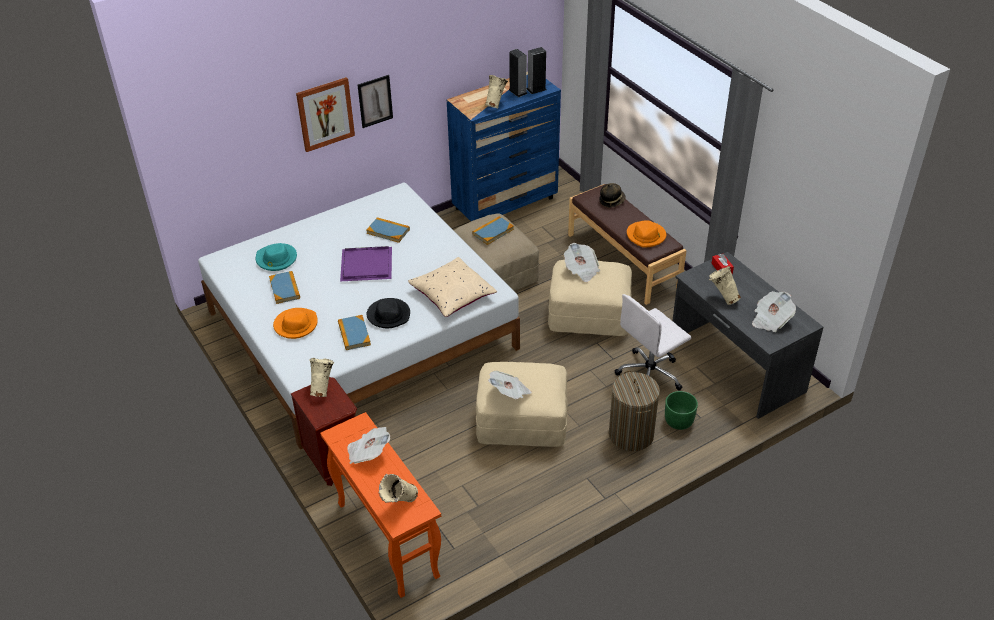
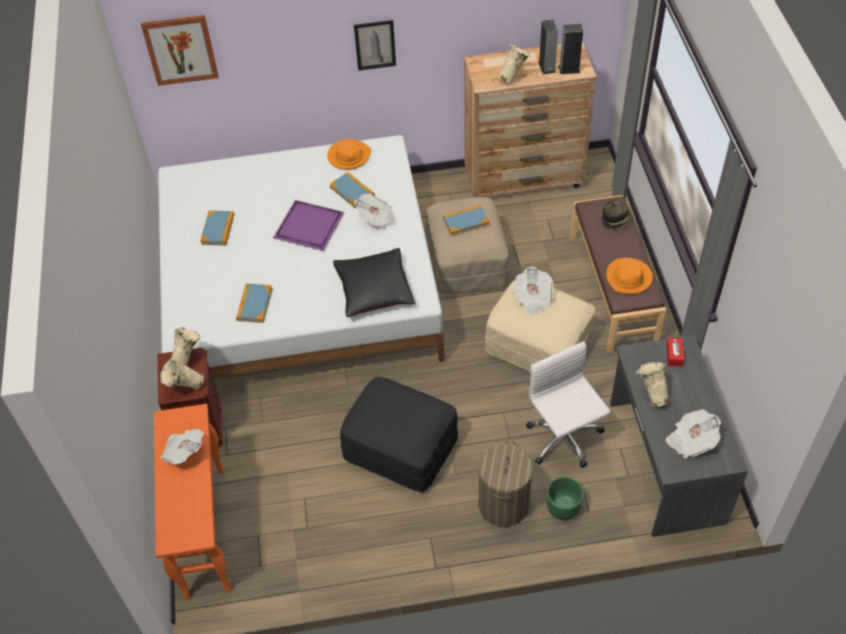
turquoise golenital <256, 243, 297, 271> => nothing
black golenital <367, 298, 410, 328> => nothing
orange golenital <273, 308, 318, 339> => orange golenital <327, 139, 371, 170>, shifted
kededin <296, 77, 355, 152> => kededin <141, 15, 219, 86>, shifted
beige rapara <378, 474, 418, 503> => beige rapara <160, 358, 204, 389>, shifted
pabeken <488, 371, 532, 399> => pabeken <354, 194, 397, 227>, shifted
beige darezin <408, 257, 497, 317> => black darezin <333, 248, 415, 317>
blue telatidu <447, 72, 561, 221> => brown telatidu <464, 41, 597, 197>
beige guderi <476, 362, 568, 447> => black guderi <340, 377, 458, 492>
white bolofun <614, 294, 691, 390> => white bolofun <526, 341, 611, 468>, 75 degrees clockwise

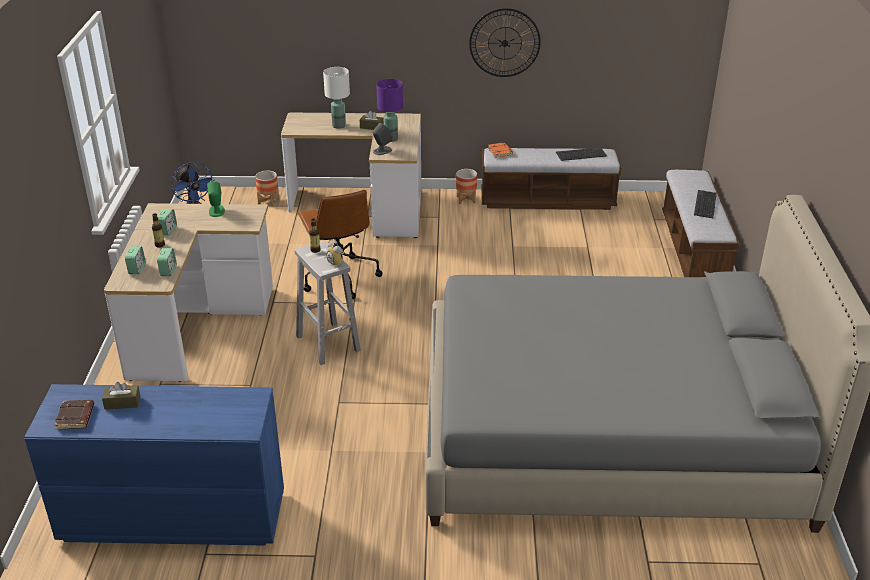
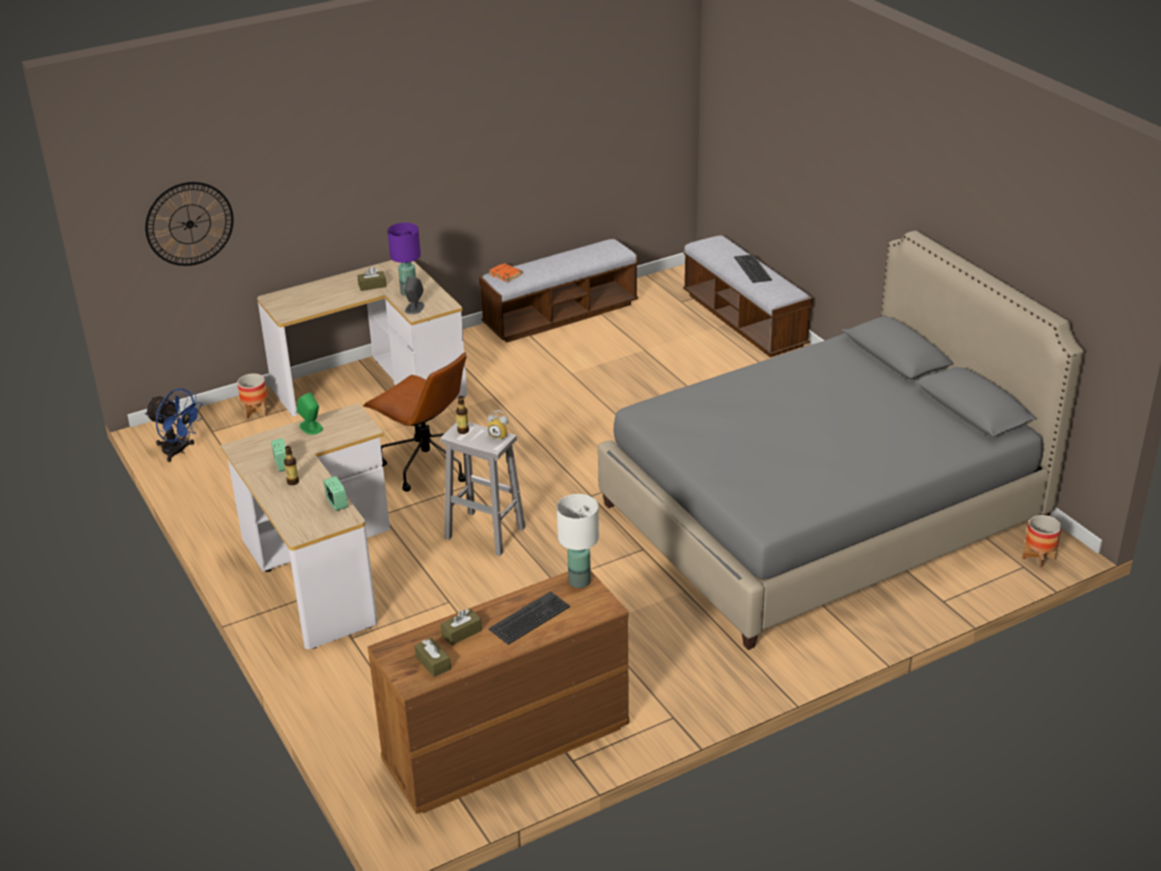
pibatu <125, 246, 146, 274> => nothing
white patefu <323, 67, 350, 129> => white patefu <557, 494, 599, 588>, shifted
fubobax <456, 169, 477, 204> => fubobax <1022, 515, 1061, 569>, shifted
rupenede <469, 8, 541, 77> => rupenede <145, 182, 234, 266>, shifted
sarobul <556, 147, 607, 161> => sarobul <489, 591, 570, 645>, shifted
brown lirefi <55, 400, 94, 430> => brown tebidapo <414, 638, 451, 677>
blue telatidu <24, 384, 284, 546> => brown telatidu <367, 571, 629, 814>

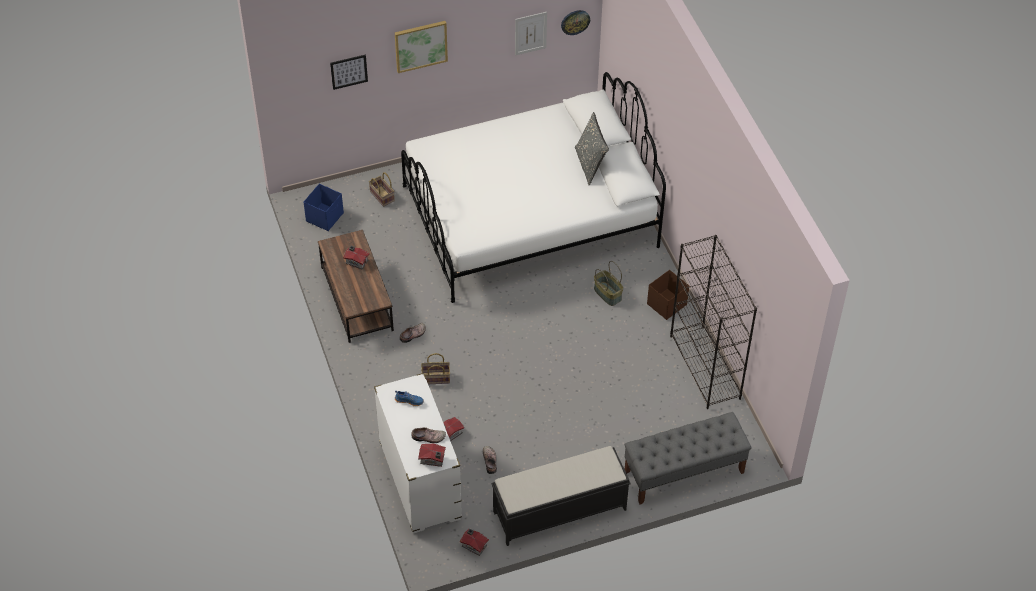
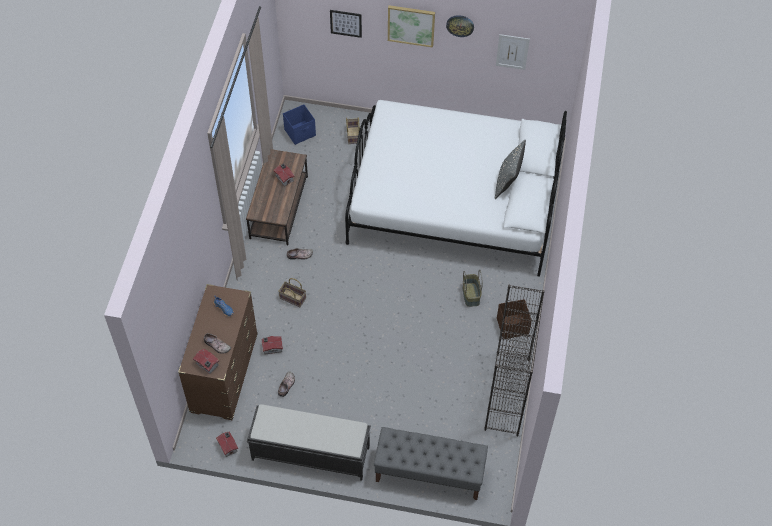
rupenede <561, 10, 590, 35> => rupenede <446, 15, 474, 37>, shifted
white telatidu <374, 373, 462, 533> => brown telatidu <178, 284, 258, 420>

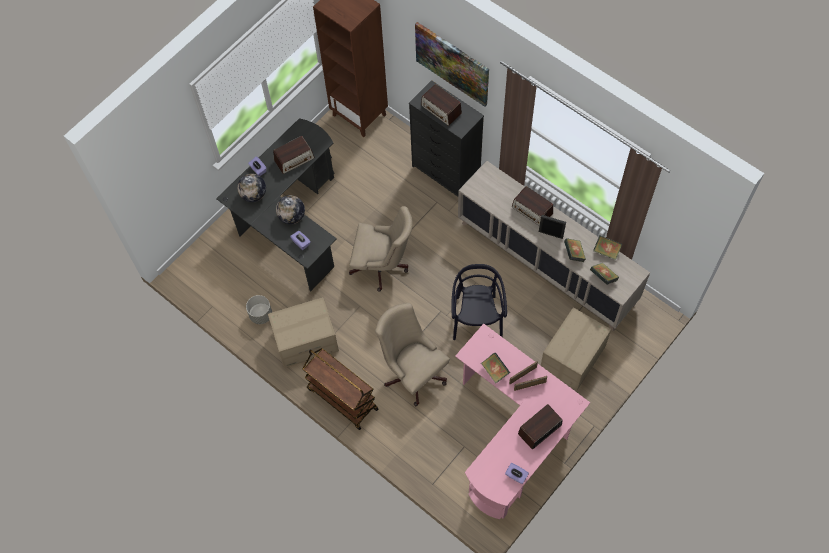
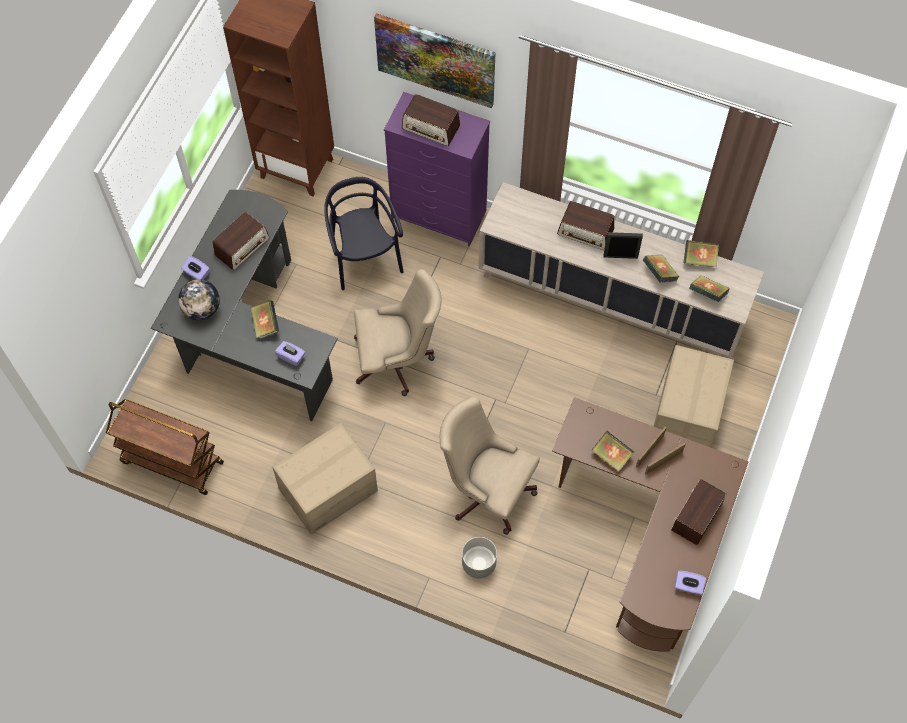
grey fubobax <246, 295, 272, 324> => grey fubobax <462, 537, 497, 579>, shifted
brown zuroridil <302, 348, 378, 430> => brown zuroridil <106, 399, 224, 495>, shifted
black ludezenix <451, 264, 507, 340> => black ludezenix <324, 177, 404, 290>, shifted
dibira <276, 195, 305, 224> => lirefi <251, 300, 279, 339>
black telatidu <409, 80, 484, 197> => purple telatidu <384, 92, 490, 247>
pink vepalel <455, 324, 590, 519> => brown vepalel <552, 397, 749, 652>

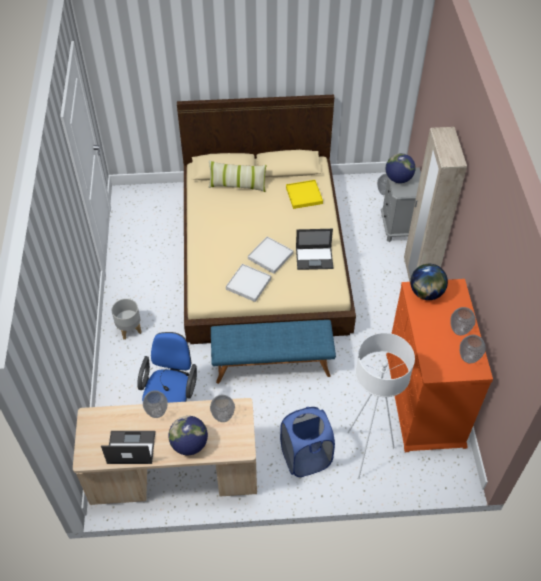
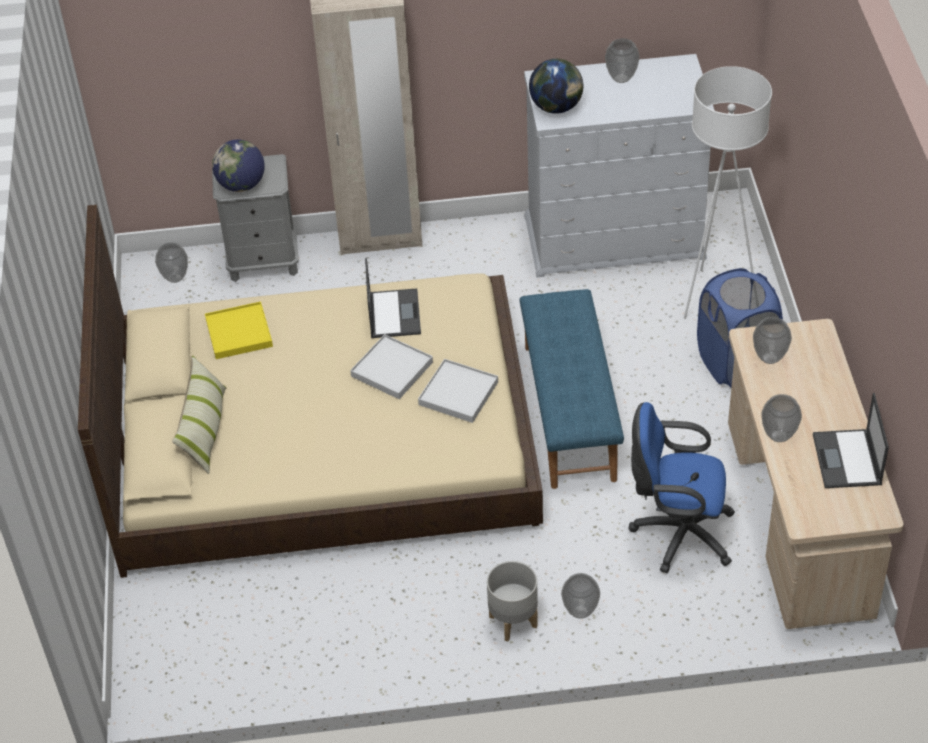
dibira <168, 416, 208, 455> => nothing
rapara <460, 335, 485, 363> => rapara <561, 573, 600, 619>, shifted
orange telatidu <386, 279, 493, 452> => white telatidu <524, 54, 714, 277>

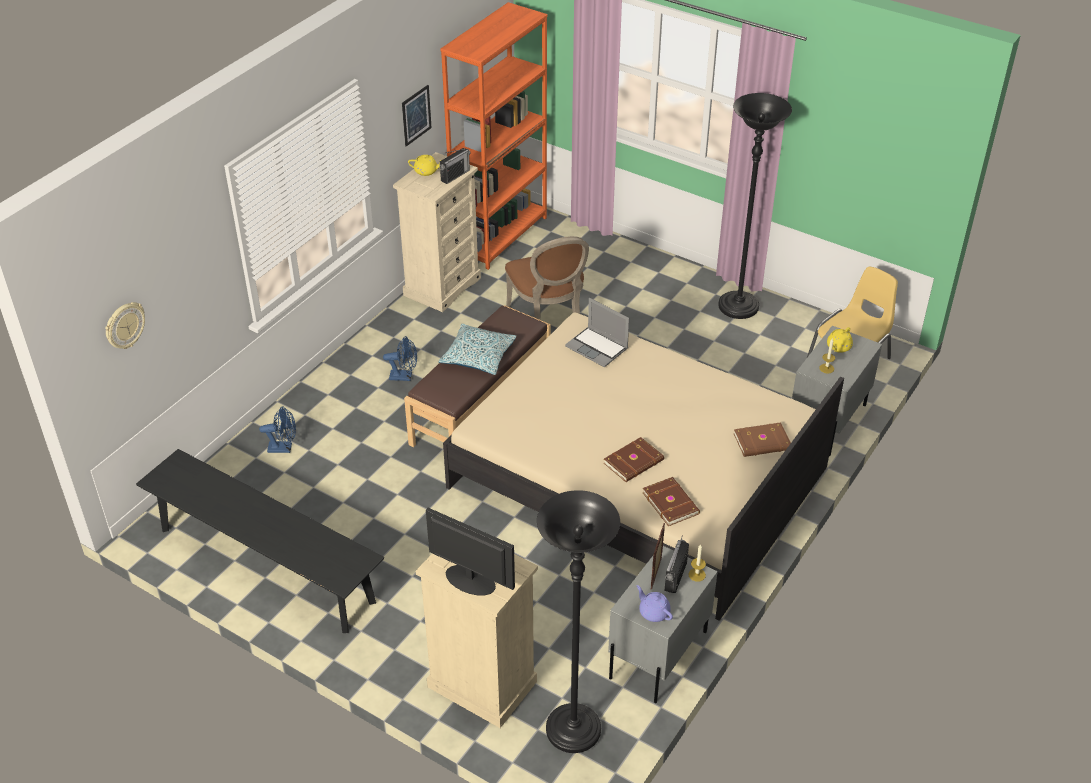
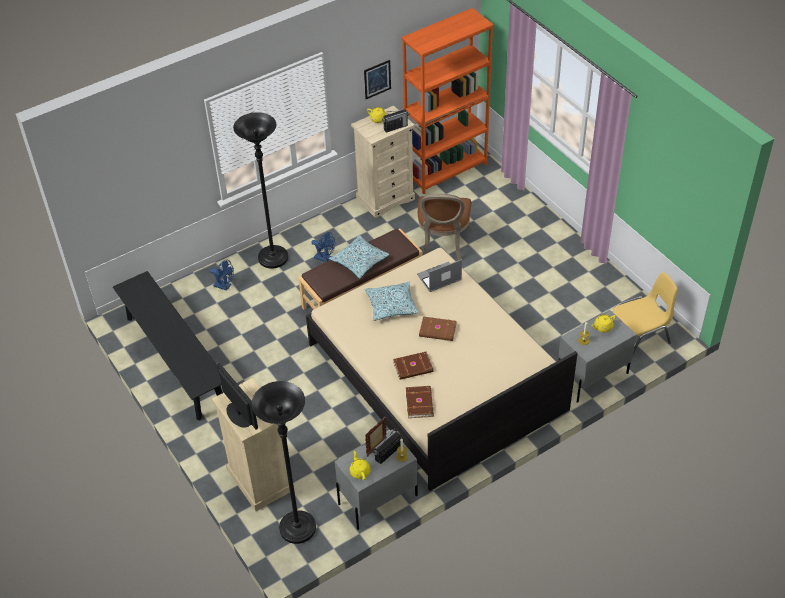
rupenede <105, 302, 145, 349> => nothing
nothing => darezin <365, 282, 419, 321>
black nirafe <718, 93, 792, 319> => black nirafe <233, 112, 288, 268>, shifted
brown lirefi <734, 422, 791, 457> => brown lirefi <419, 316, 457, 341>, shifted
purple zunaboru <637, 585, 673, 622> => yellow zunaboru <350, 451, 371, 480>
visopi <565, 298, 629, 367> => visopi <417, 259, 462, 292>, 90 degrees clockwise

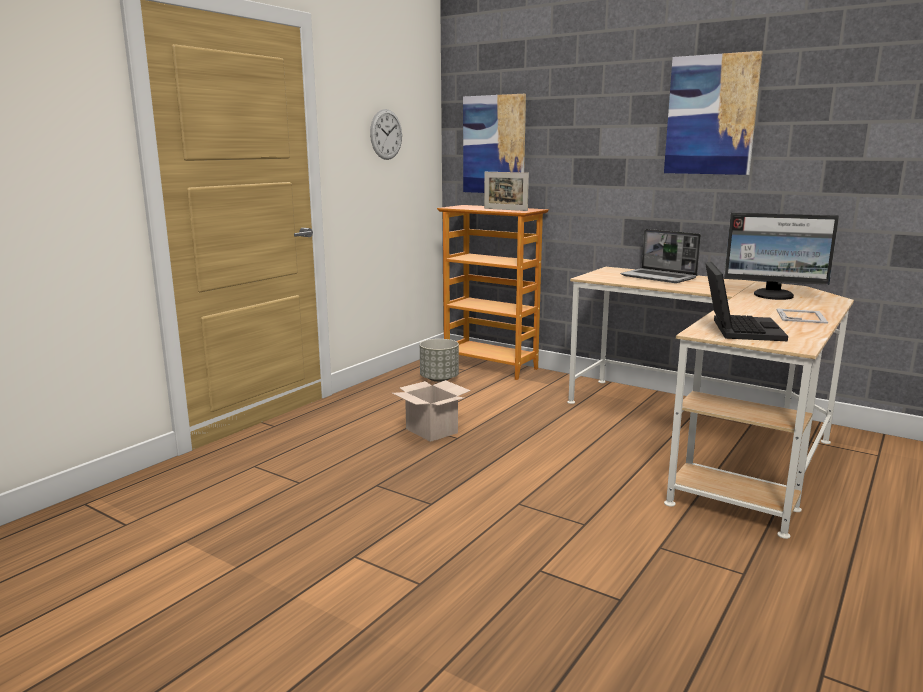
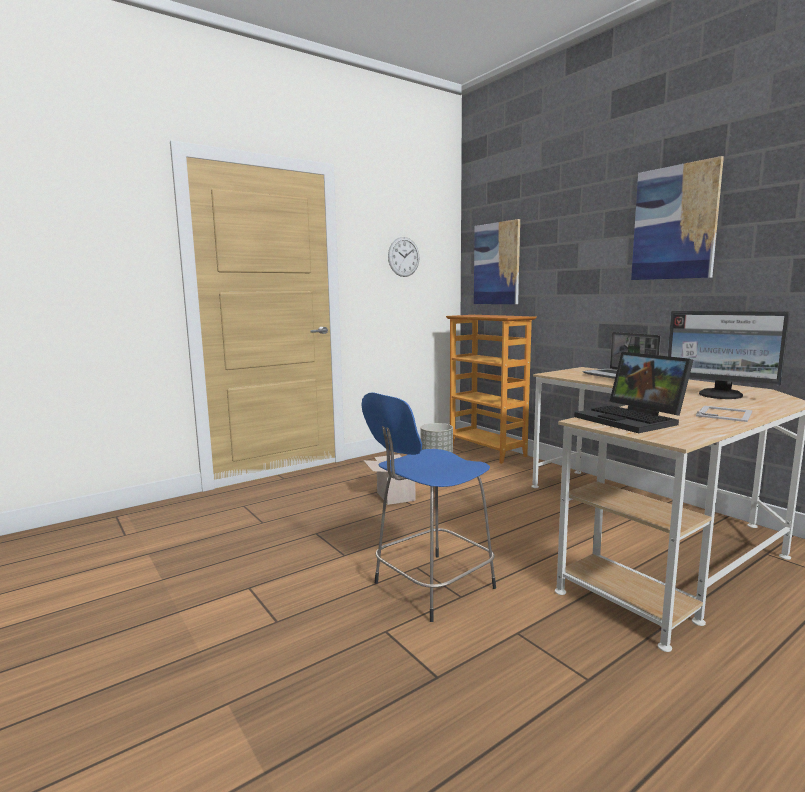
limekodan <484, 172, 529, 211> => nothing
nothing => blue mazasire <361, 392, 496, 622>
visopi <705, 262, 788, 341> => visopi <574, 352, 693, 433>, 120 degrees clockwise

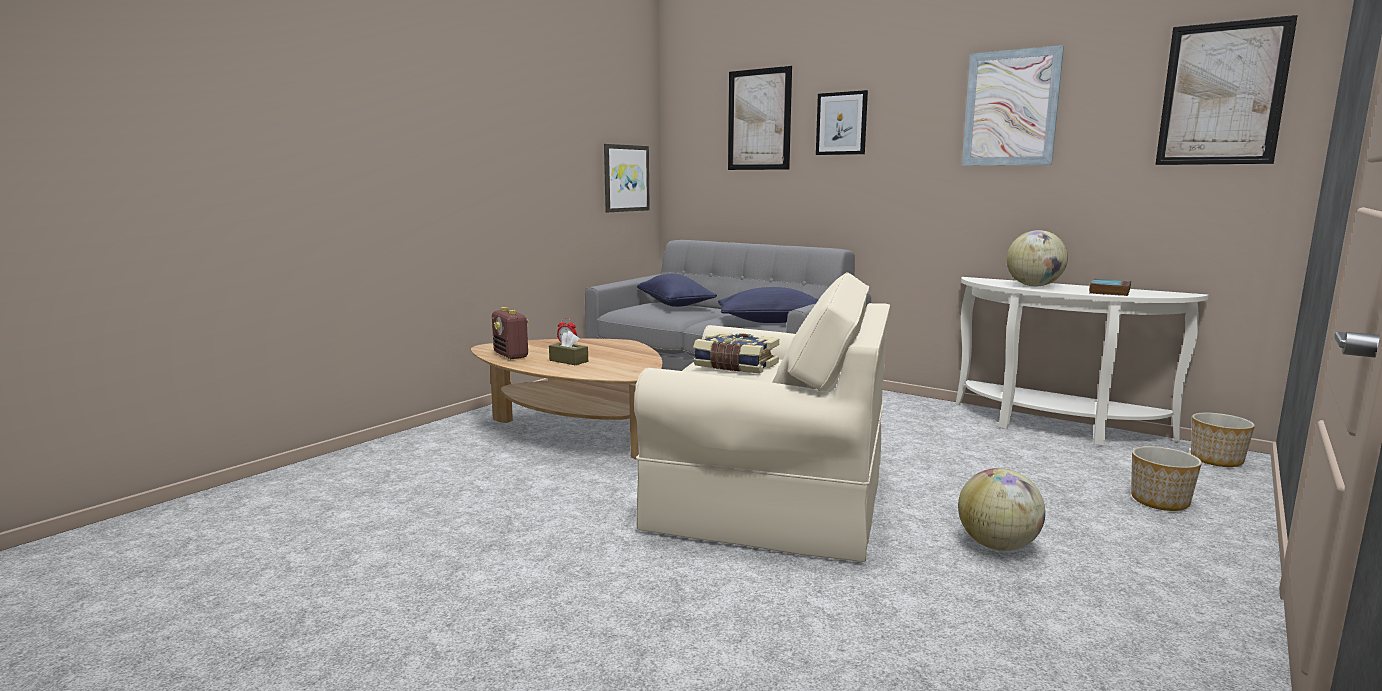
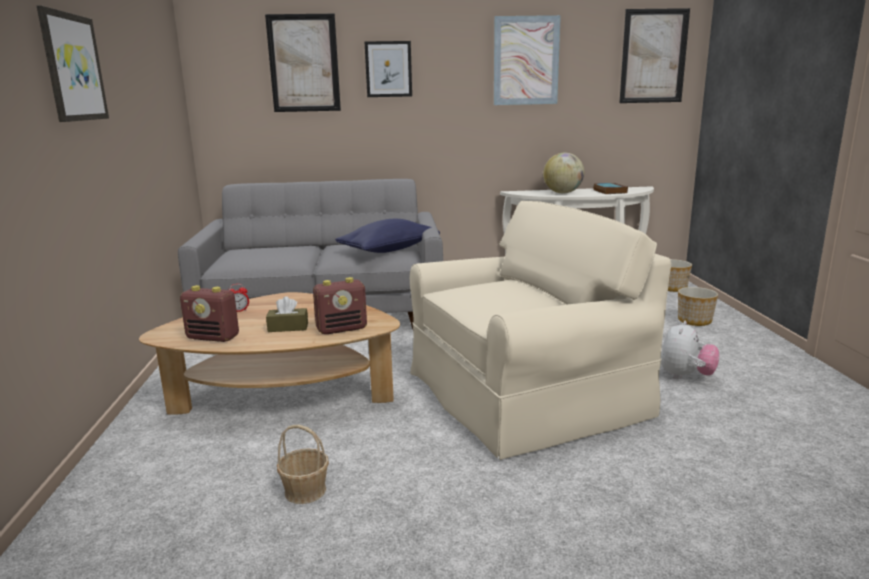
blue darezin <637, 274, 717, 307> => nothing
lirefi <693, 332, 779, 374> => nothing
nothing => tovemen <277, 425, 329, 504>
nothing => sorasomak <313, 277, 367, 334>
kededin <604, 144, 650, 212> => kededin <37, 6, 109, 122>, shifted
dibira <958, 468, 1045, 551> => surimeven <661, 321, 719, 379>

